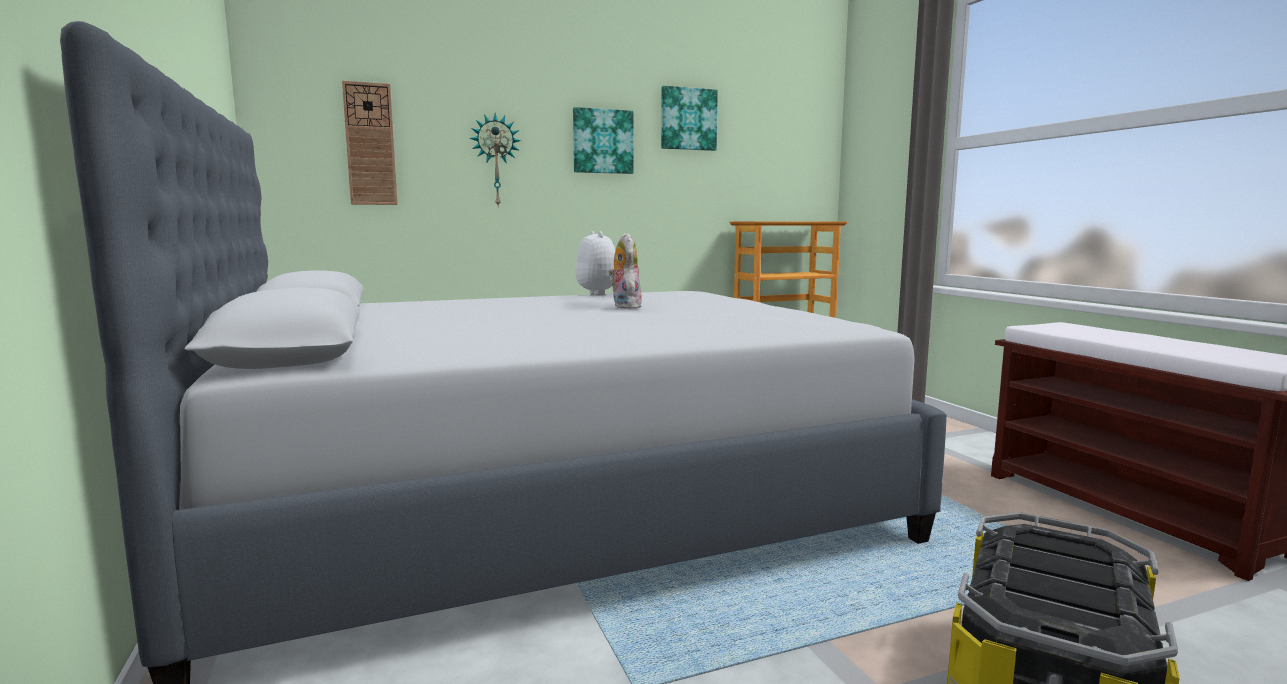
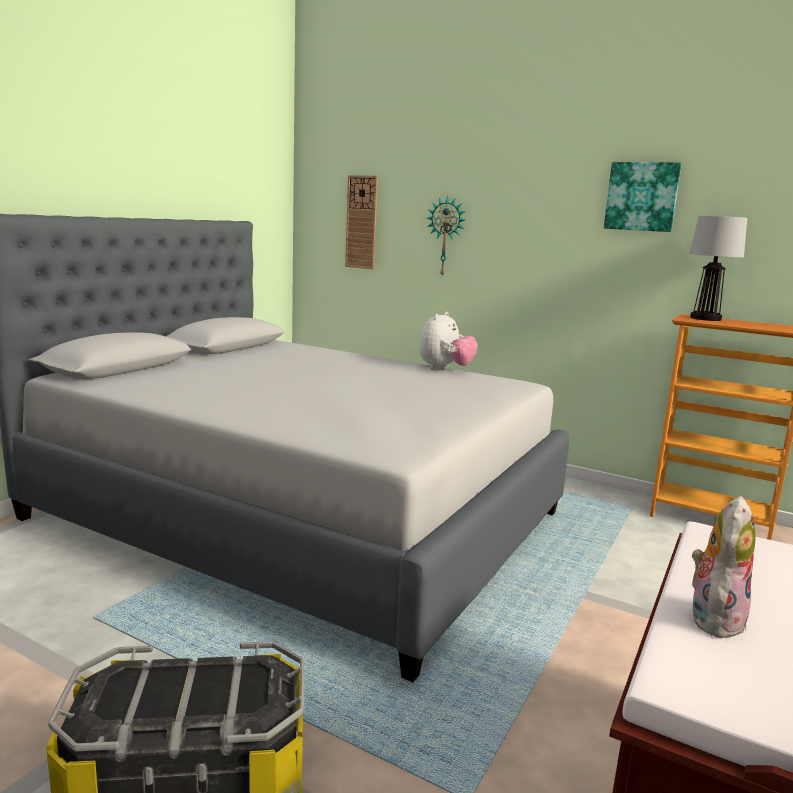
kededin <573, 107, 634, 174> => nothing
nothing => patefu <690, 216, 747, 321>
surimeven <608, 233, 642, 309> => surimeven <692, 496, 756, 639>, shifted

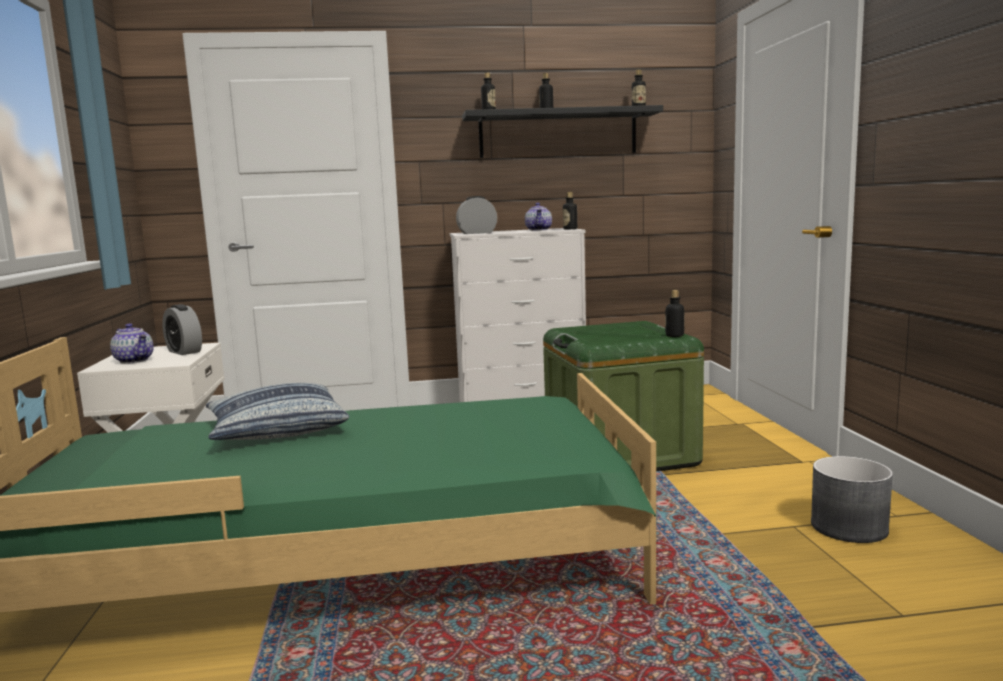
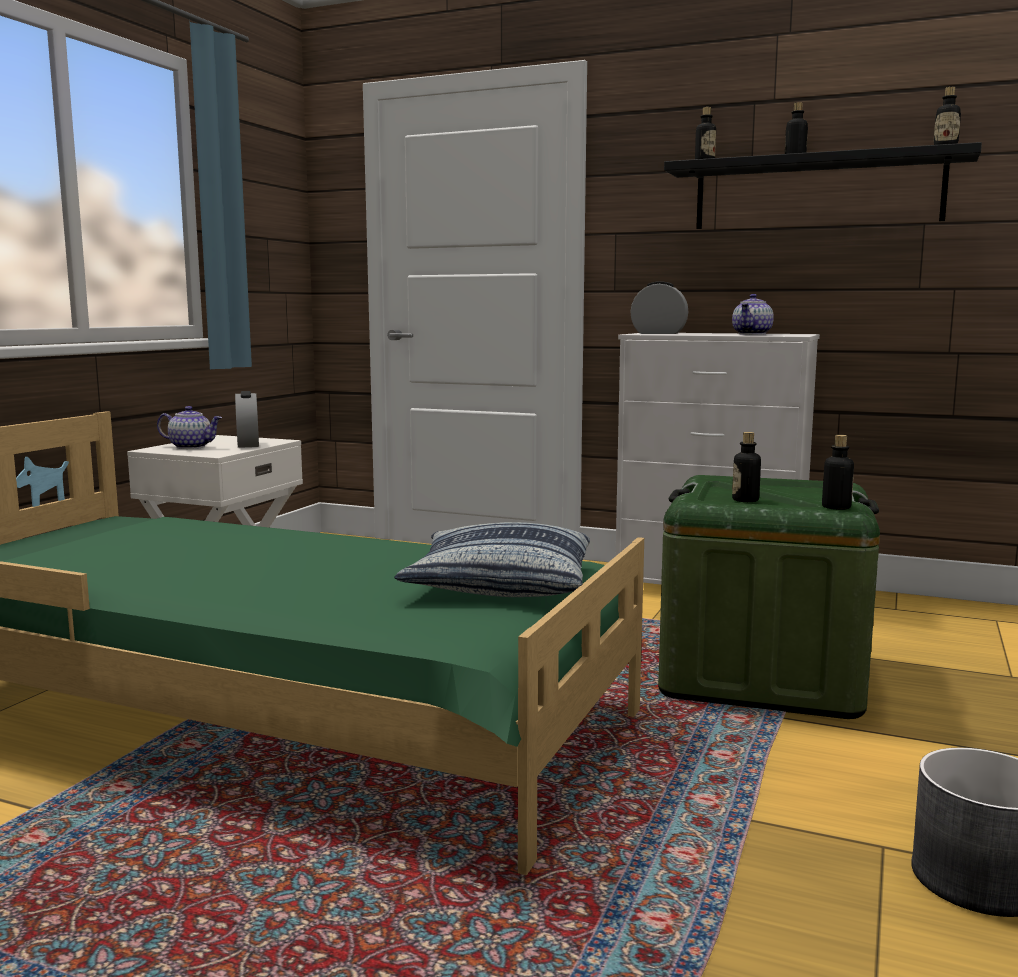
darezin <206, 383, 349, 440> => darezin <395, 522, 590, 597>, shifted
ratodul <563, 192, 577, 229> => ratodul <732, 432, 761, 502>, shifted
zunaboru <110, 323, 153, 364> => zunaboru <157, 406, 222, 449>, 60 degrees counterclockwise

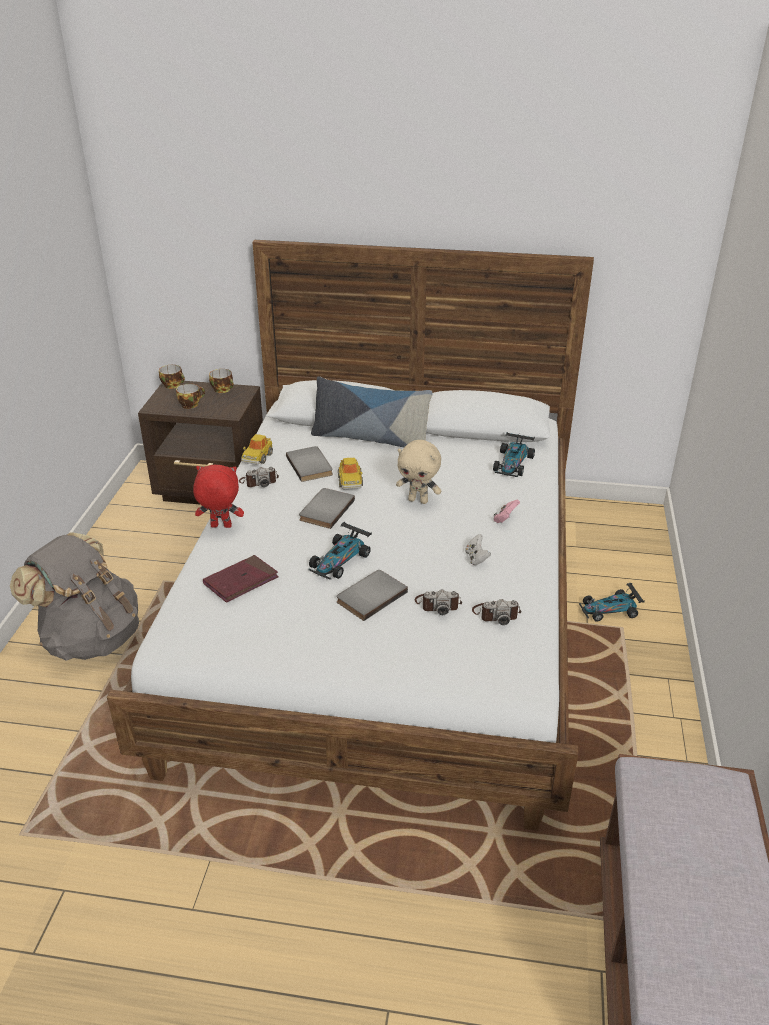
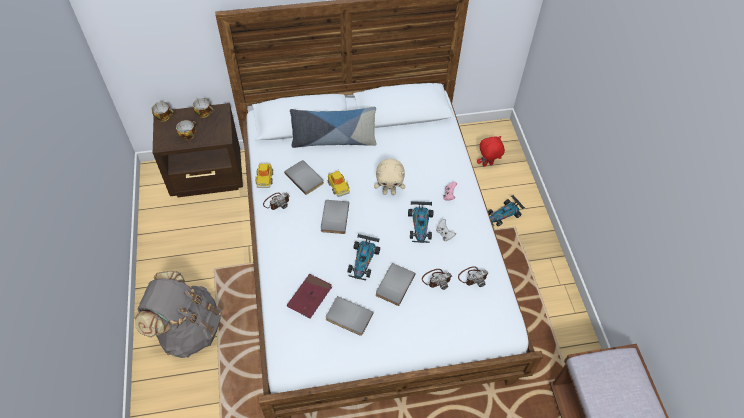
nothing => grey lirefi <326, 296, 373, 336>
red surimeven <193, 465, 244, 528> => red surimeven <477, 136, 505, 167>, shifted
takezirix <493, 432, 535, 477> => takezirix <408, 201, 433, 243>, shifted

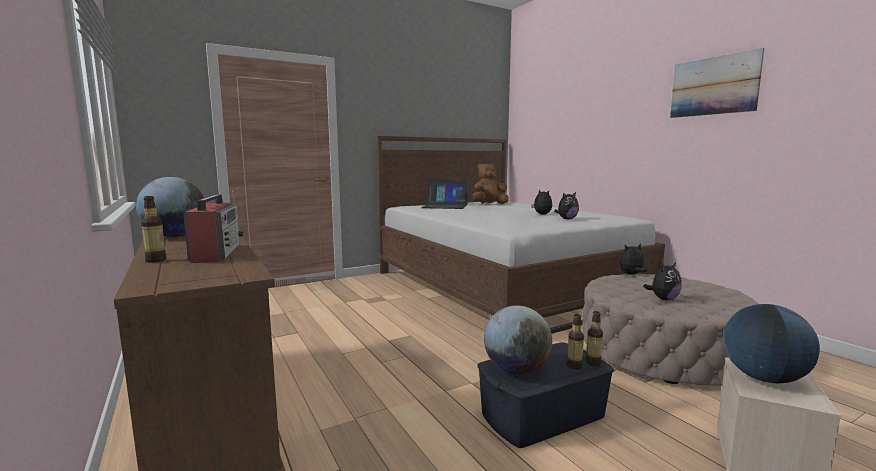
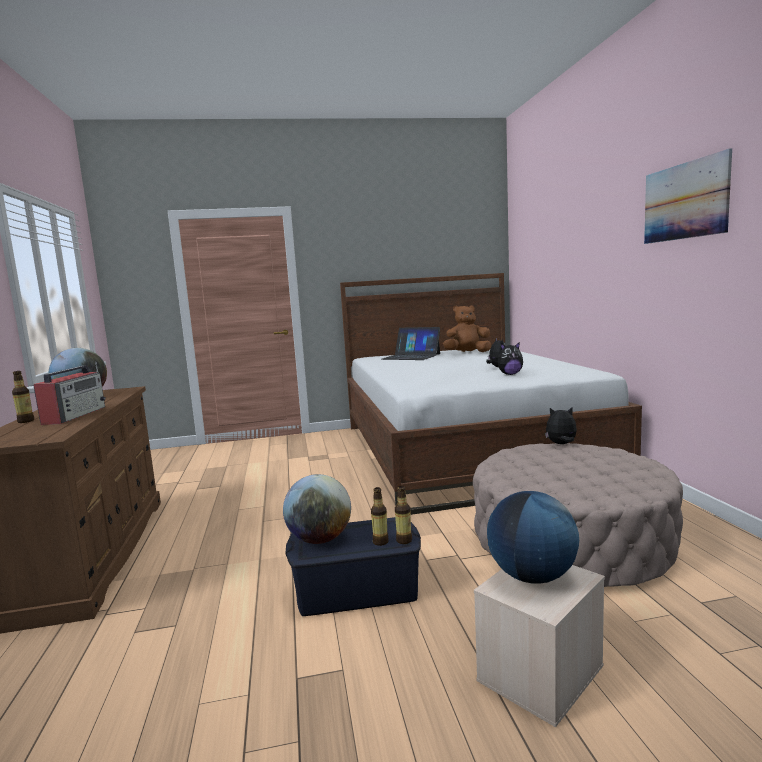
surimeven <643, 262, 682, 300> => nothing

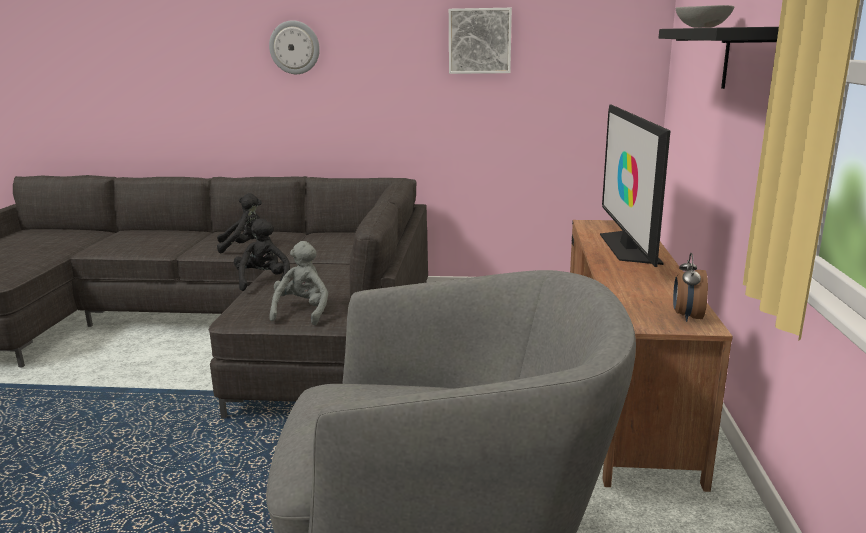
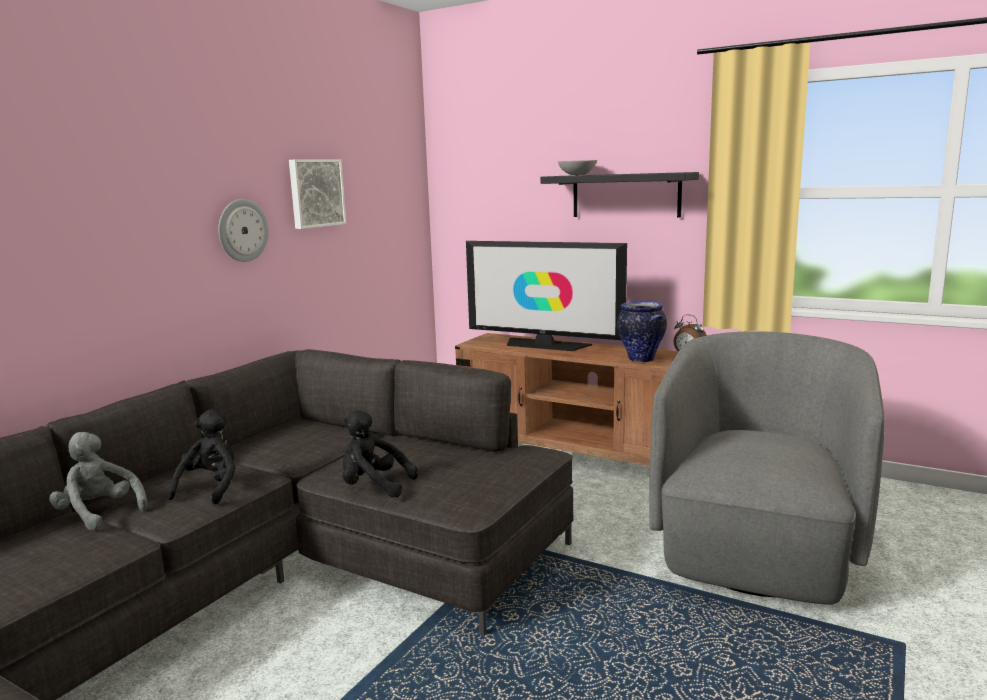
nothing => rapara <617, 301, 667, 362>
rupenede <269, 20, 320, 74> => rupenede <218, 199, 269, 262>, shifted
grey surimeven <269, 241, 328, 325> => grey surimeven <49, 432, 148, 530>, shifted

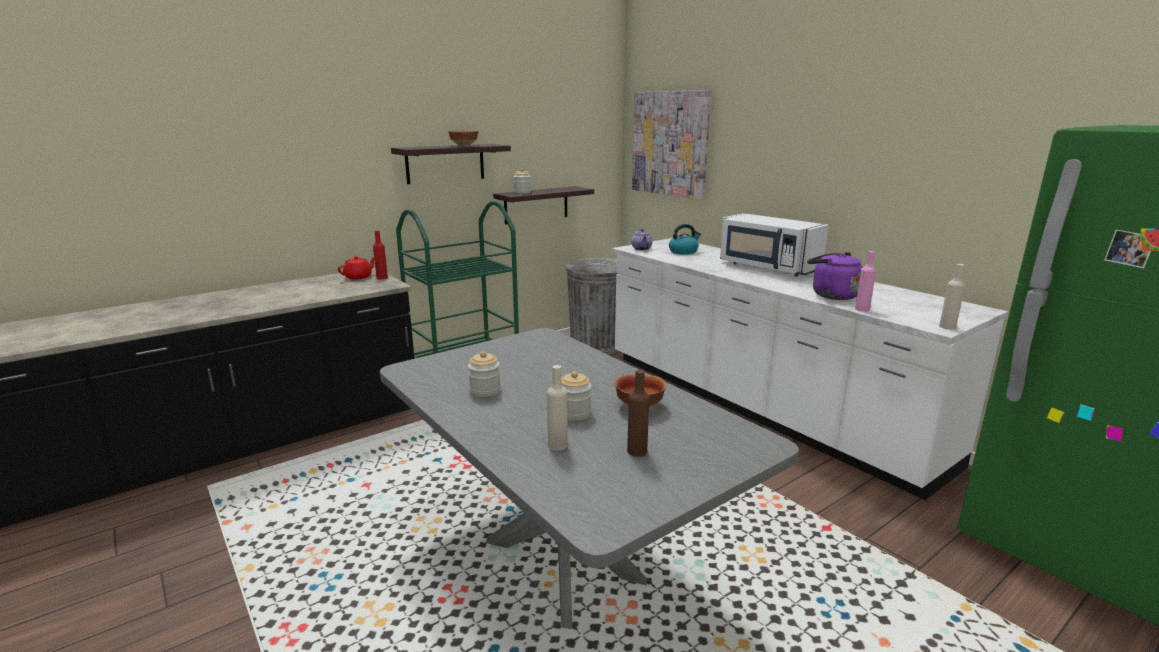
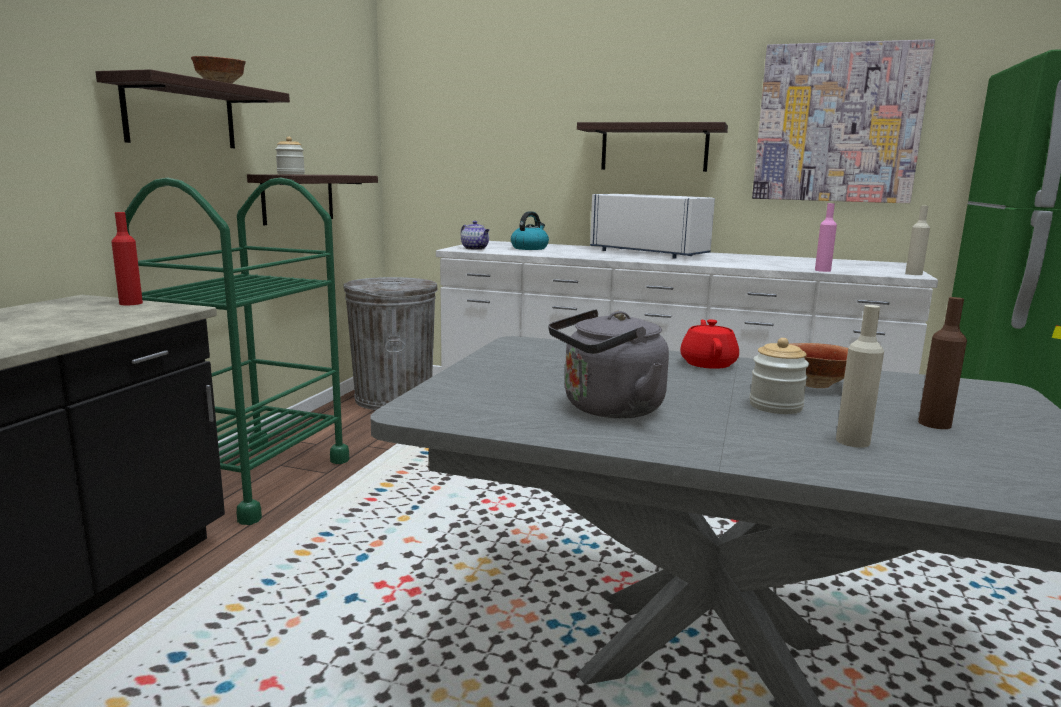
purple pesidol <807, 252, 863, 300> => nothing
nothing => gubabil <577, 122, 728, 172>
red zunaboru <338, 256, 374, 279> => red zunaboru <680, 320, 739, 369>, shifted
kededin <632, 90, 711, 200> => kededin <752, 39, 935, 203>, shifted
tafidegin <468, 351, 501, 397> => grey pesidol <548, 309, 669, 418>
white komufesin <720, 213, 829, 276> => white komufesin <590, 194, 715, 259>, 150 degrees counterclockwise

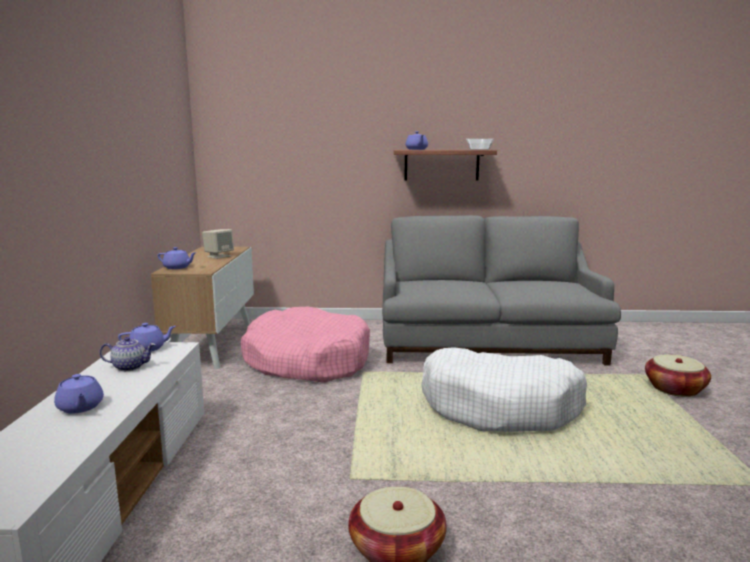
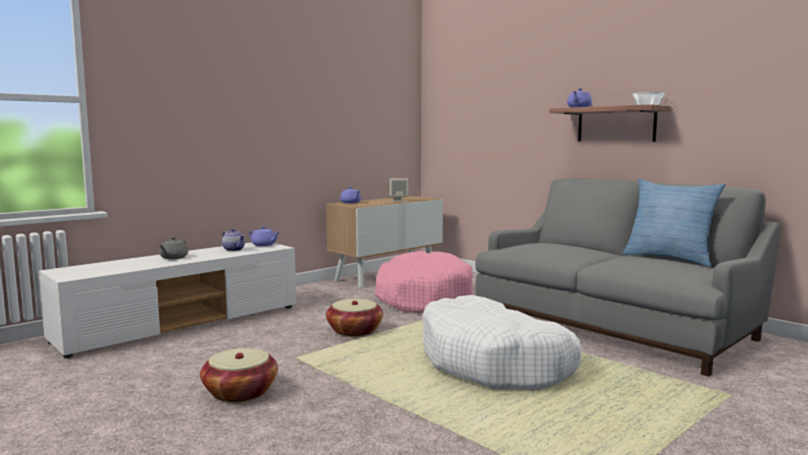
nothing => darezin <623, 179, 726, 267>
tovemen <645, 354, 711, 397> => tovemen <326, 299, 383, 337>, shifted
purple zunaboru <54, 374, 104, 413> => grey zunaboru <159, 237, 188, 259>

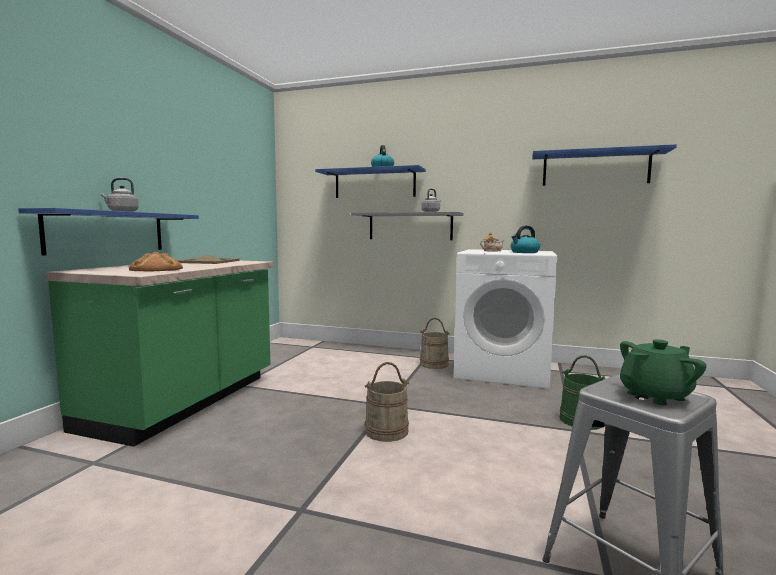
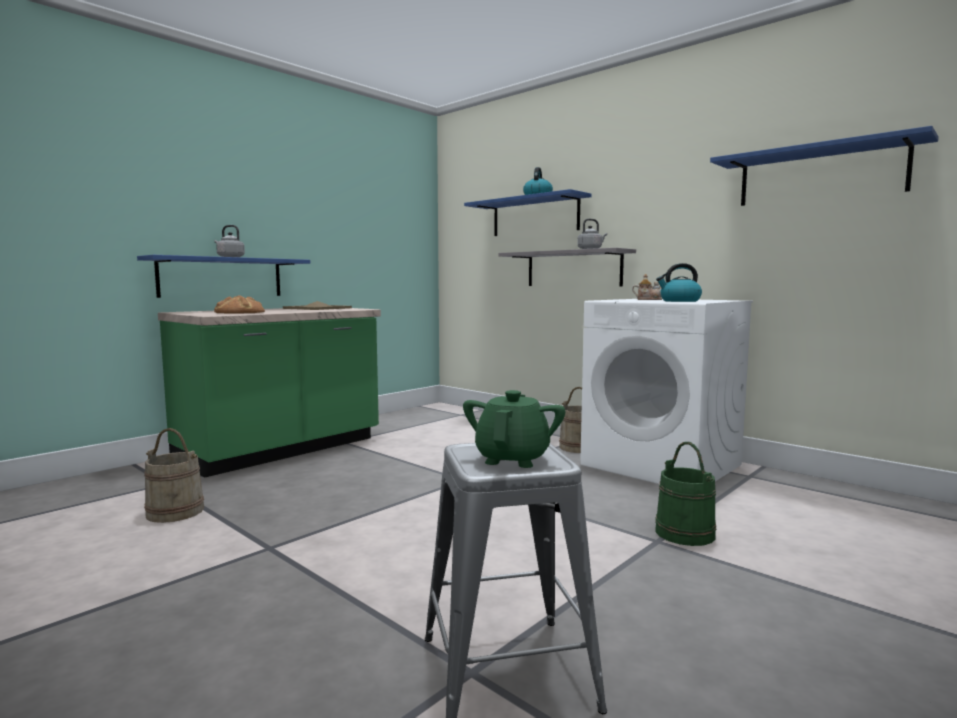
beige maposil <364, 362, 409, 442> => beige maposil <144, 428, 204, 523>, shifted
green zunaboru <620, 339, 706, 406> => green zunaboru <463, 390, 566, 468>, 75 degrees counterclockwise

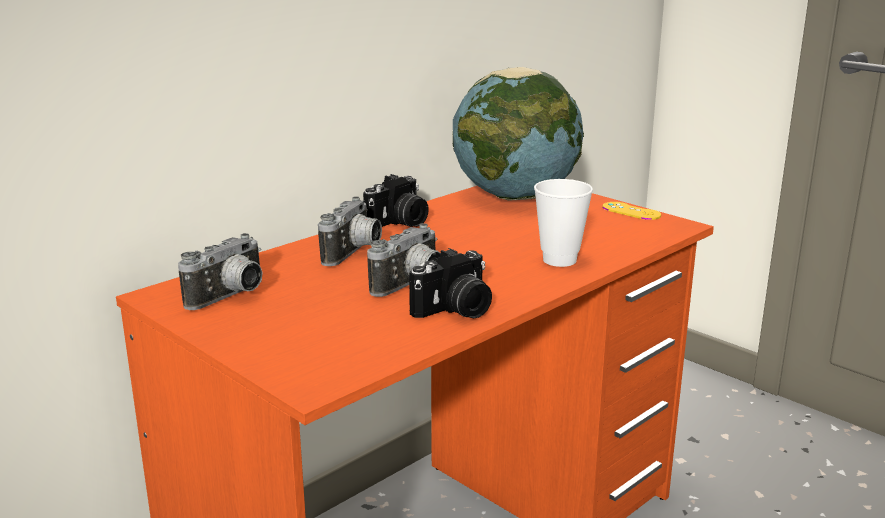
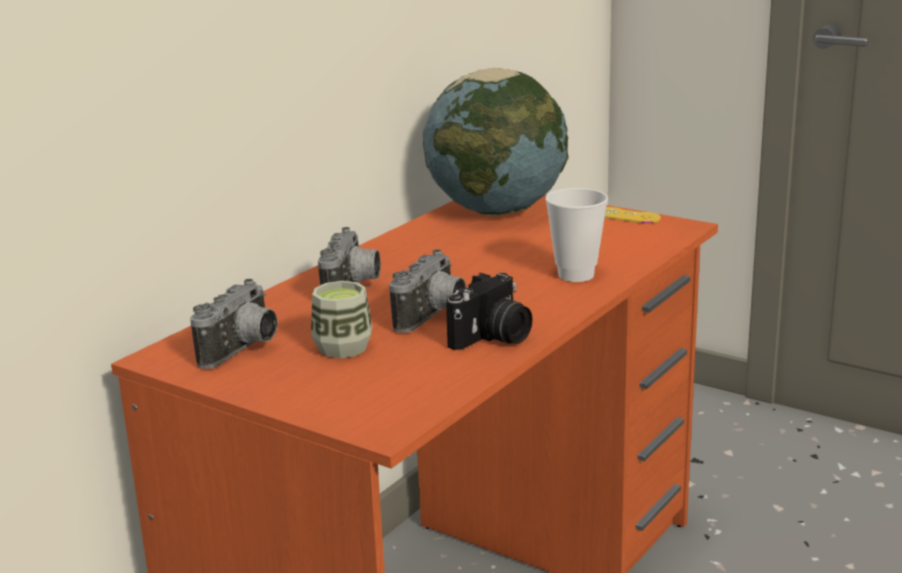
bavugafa <363, 174, 429, 227> => nothing
nothing => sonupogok <311, 281, 372, 359>

